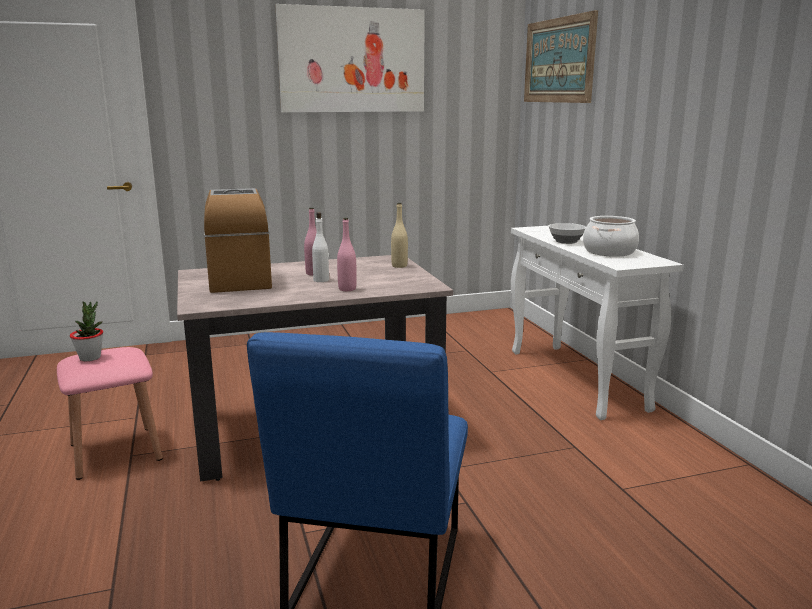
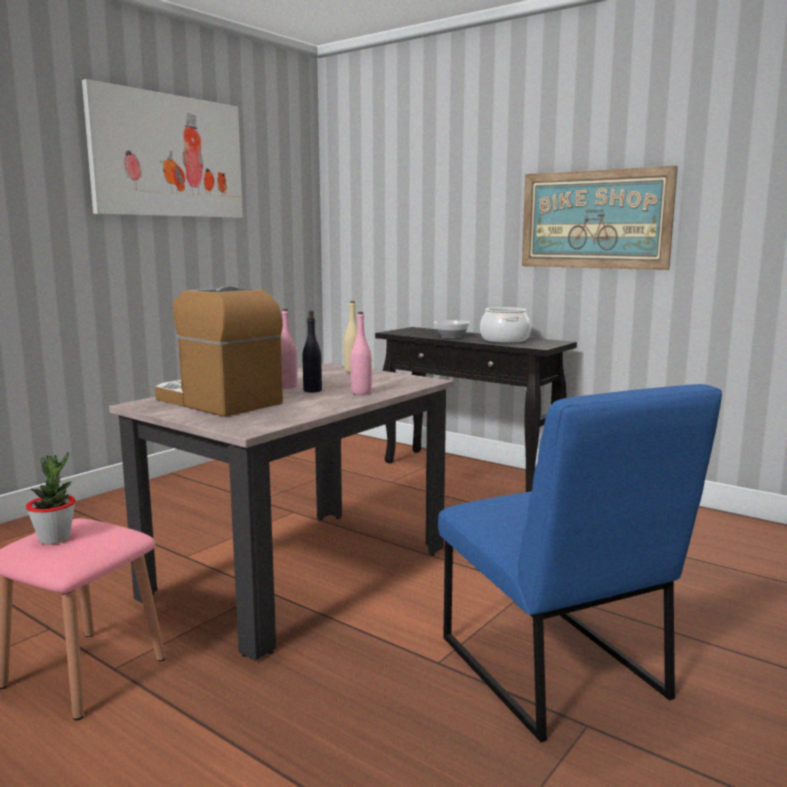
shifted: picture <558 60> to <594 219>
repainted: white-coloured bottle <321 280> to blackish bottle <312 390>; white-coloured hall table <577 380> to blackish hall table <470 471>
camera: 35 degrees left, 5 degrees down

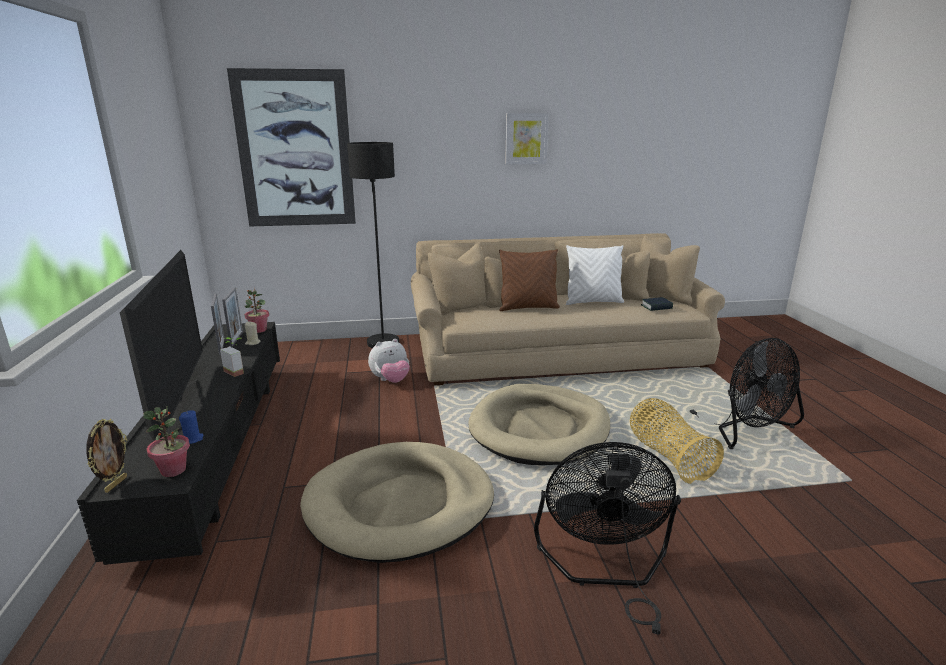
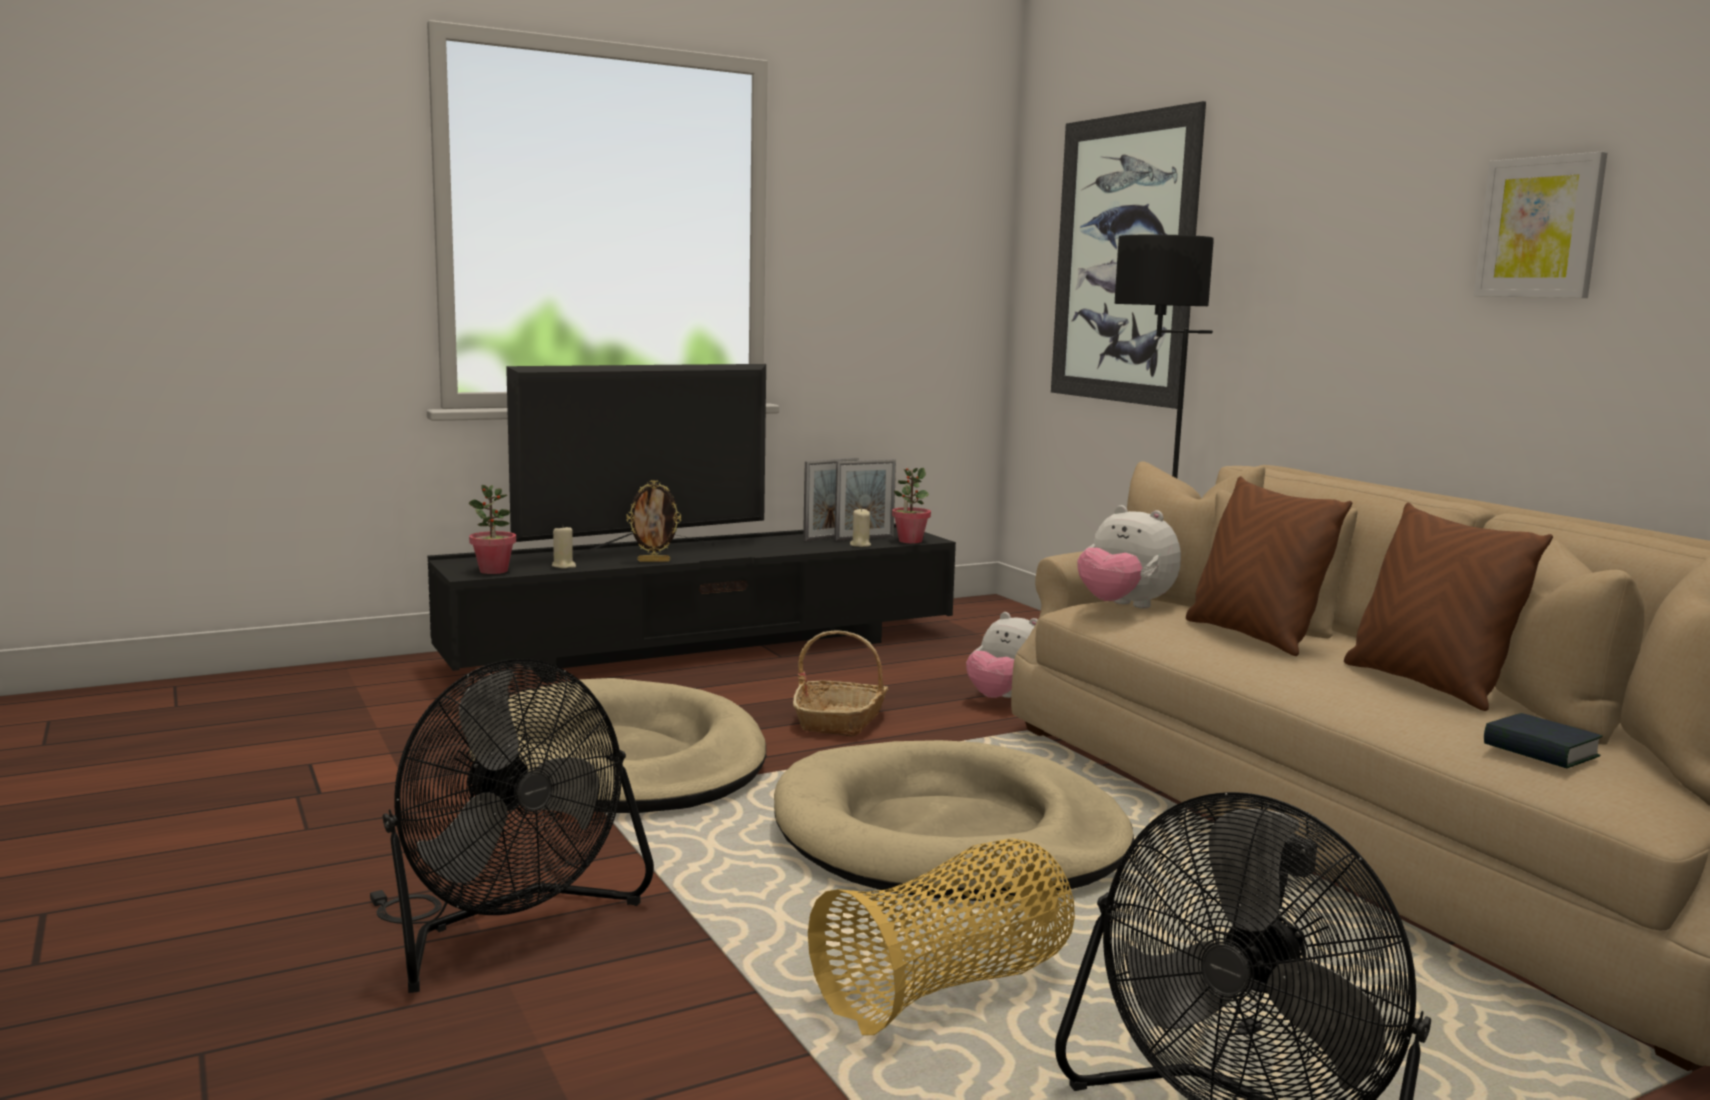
gone: houseplant <237 371>
new: storage basket <841 720>; plush toy <1124 607>
shifted: standing frame <115 484> to <654 561>
repainted: blue wax candle <193 439> to beige wax candle <564 566>; white-coloured throw pillow <593 302> to brown-coloured throw pillow <1427 685>
rotated: blackish electric fan <610 570> = <495 928> 60 degrees clockwise
camera: 70 degrees right, 10 degrees down

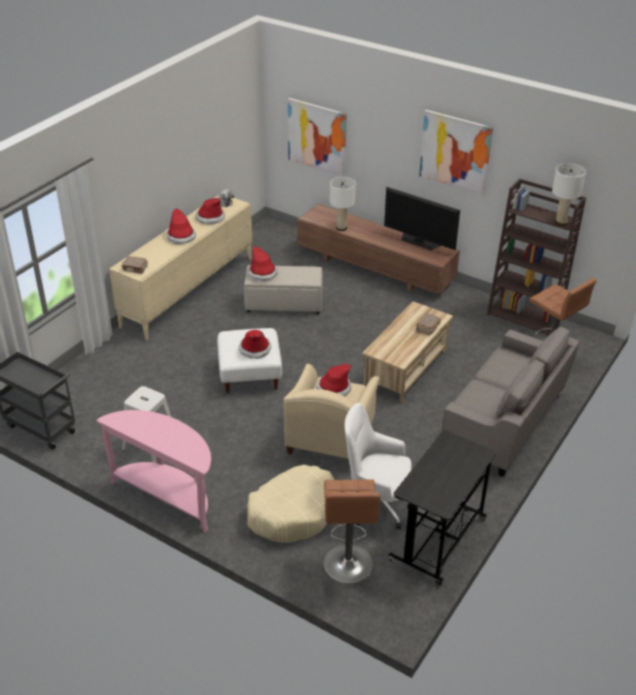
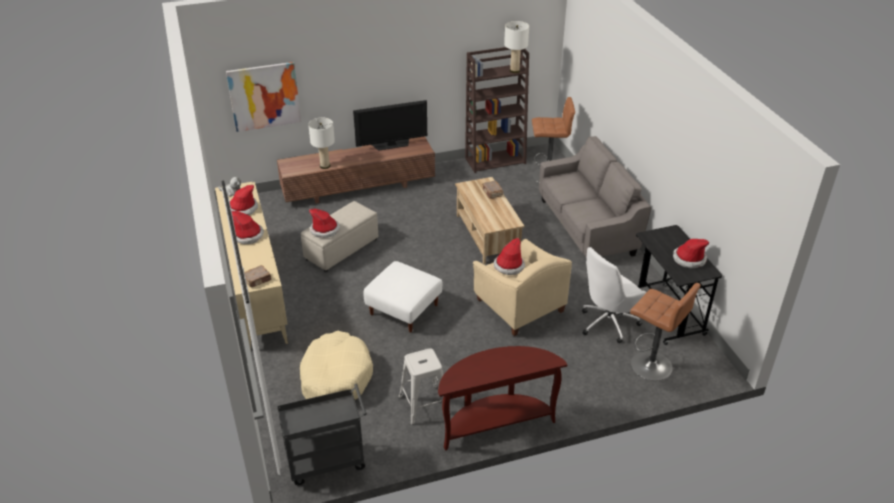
gone: picture <455 152>
shifted: beige dog cushion <293 512> to <335 377>; clothing hat <255 349> to <689 259>
repainted: pink hall table <168 496> to brown-coloured hall table <495 423>
camera: 50 degrees left, 0 degrees up

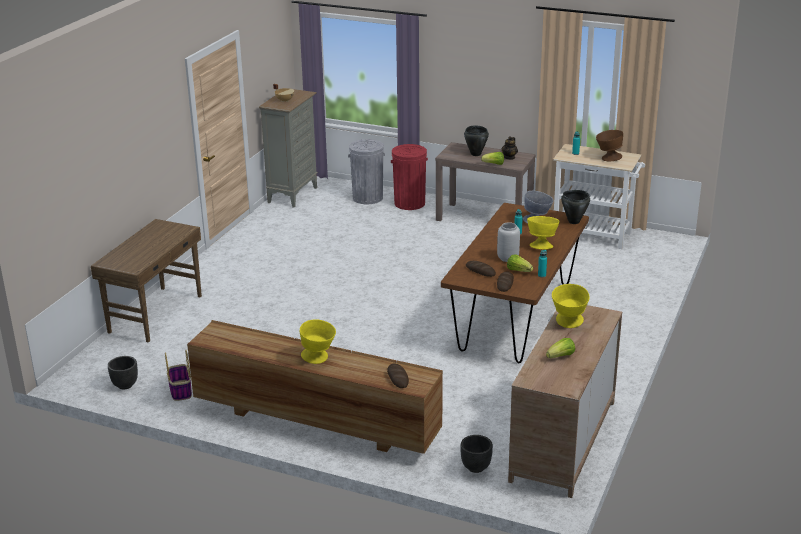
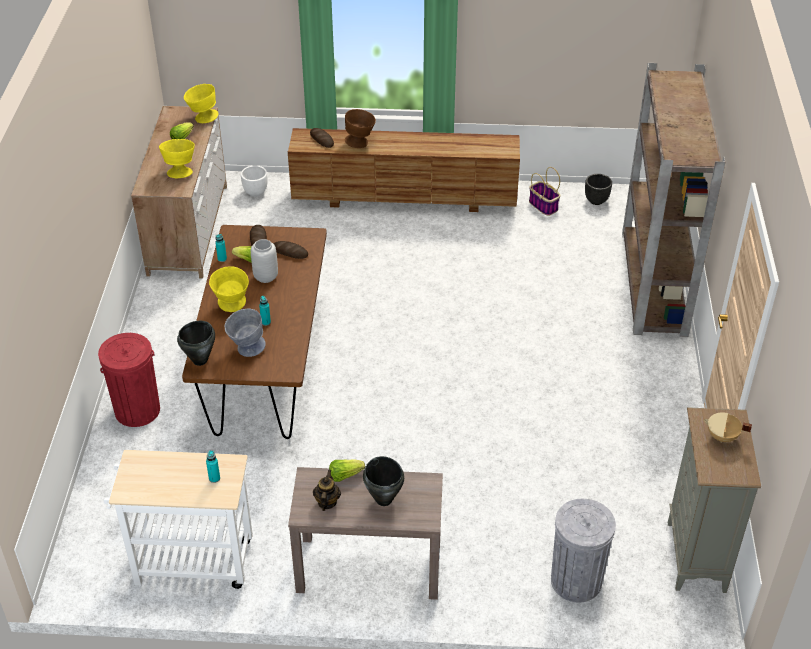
shifted: reddish rubbish bin <409 203> to <137 410>; yellowish bowl <319 358> to <202 118>; brown-coloured bowl <607 158> to <360 142>
swapped: brown-coloured hall table <156 314> to brown-coloured bookcase <653 282>
repainted: blackish planter <475 467> to white-coloured planter <256 192>
camera: 160 degrees right, 15 degrees up

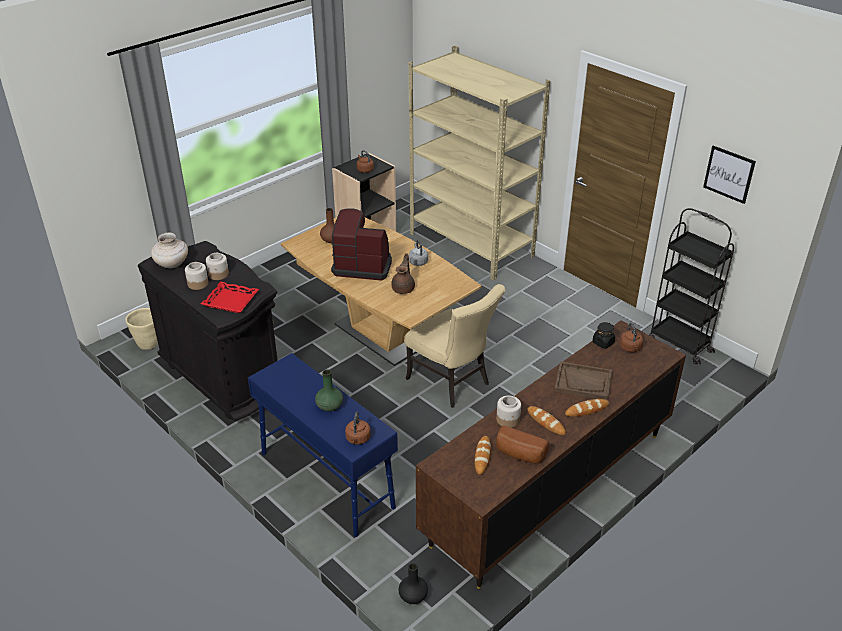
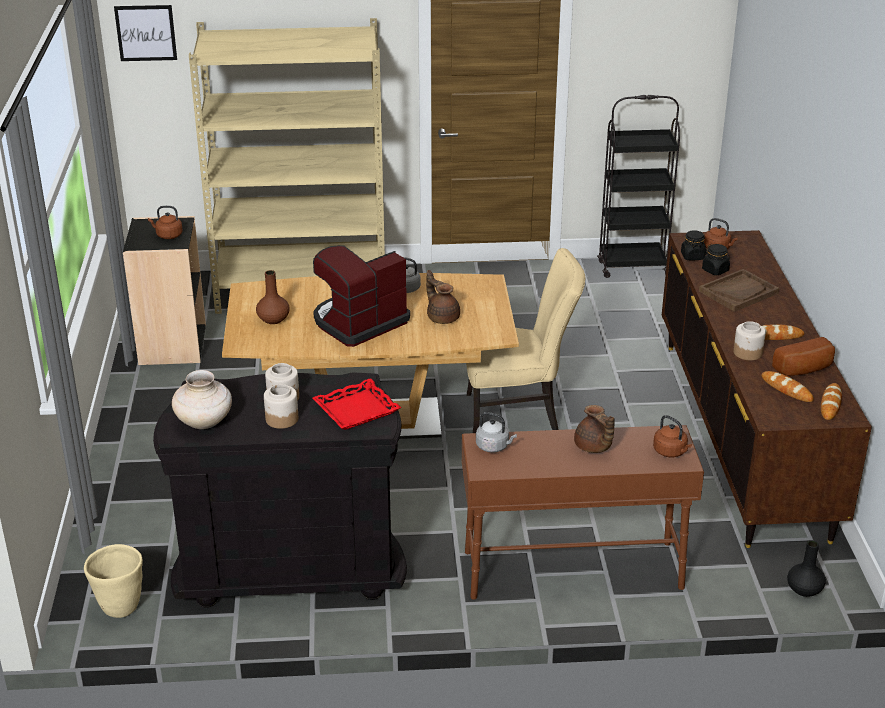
new: gray water kettle <494 446>; blackish jar <715 270>
shifted: picture <729 174> to <146 33>; bakery bread <587 410> to <830 404>
swapped: green decorative vase <329 406> to brown-coloured teapot <593 447>
repainted: blue hall table <327 479> to brown-coloured hall table <572 569>
camera: 50 degrees left, 5 degrees down

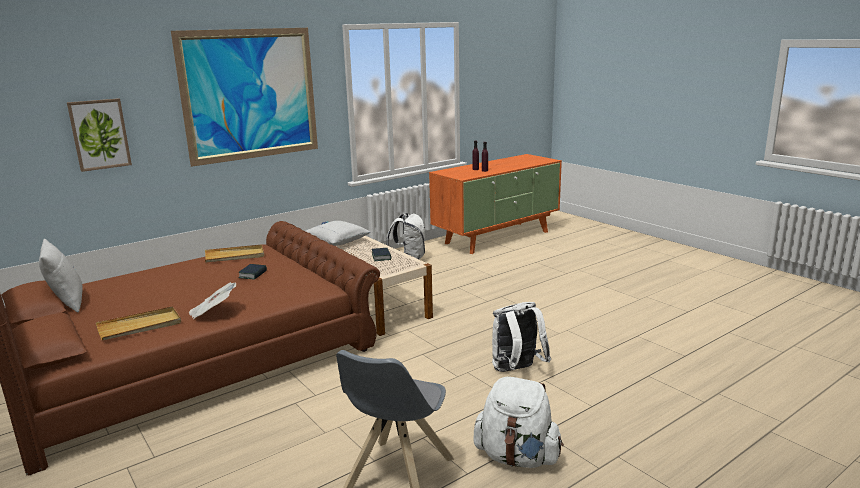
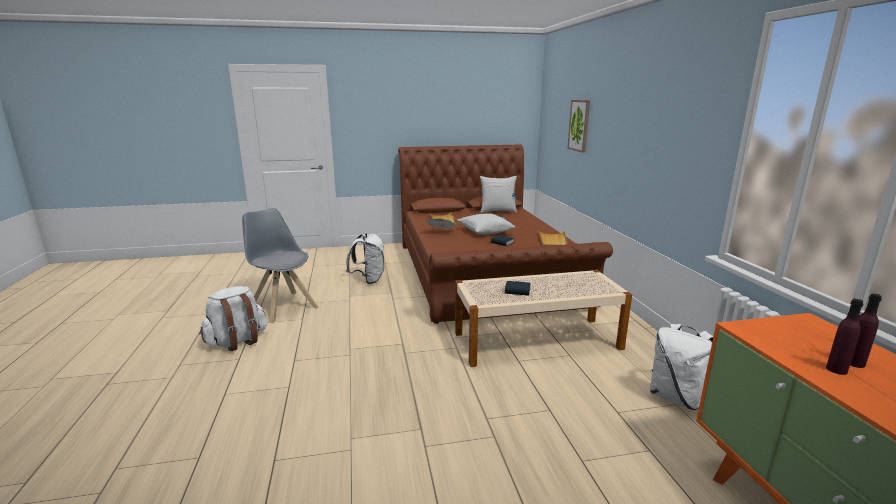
gone: picture <250 95>
shifted: white-coloured knapsack <517 370> to <368 280>; gray throw pillow <336 242> to <485 231>
camera: 115 degrees right, 0 degrees up

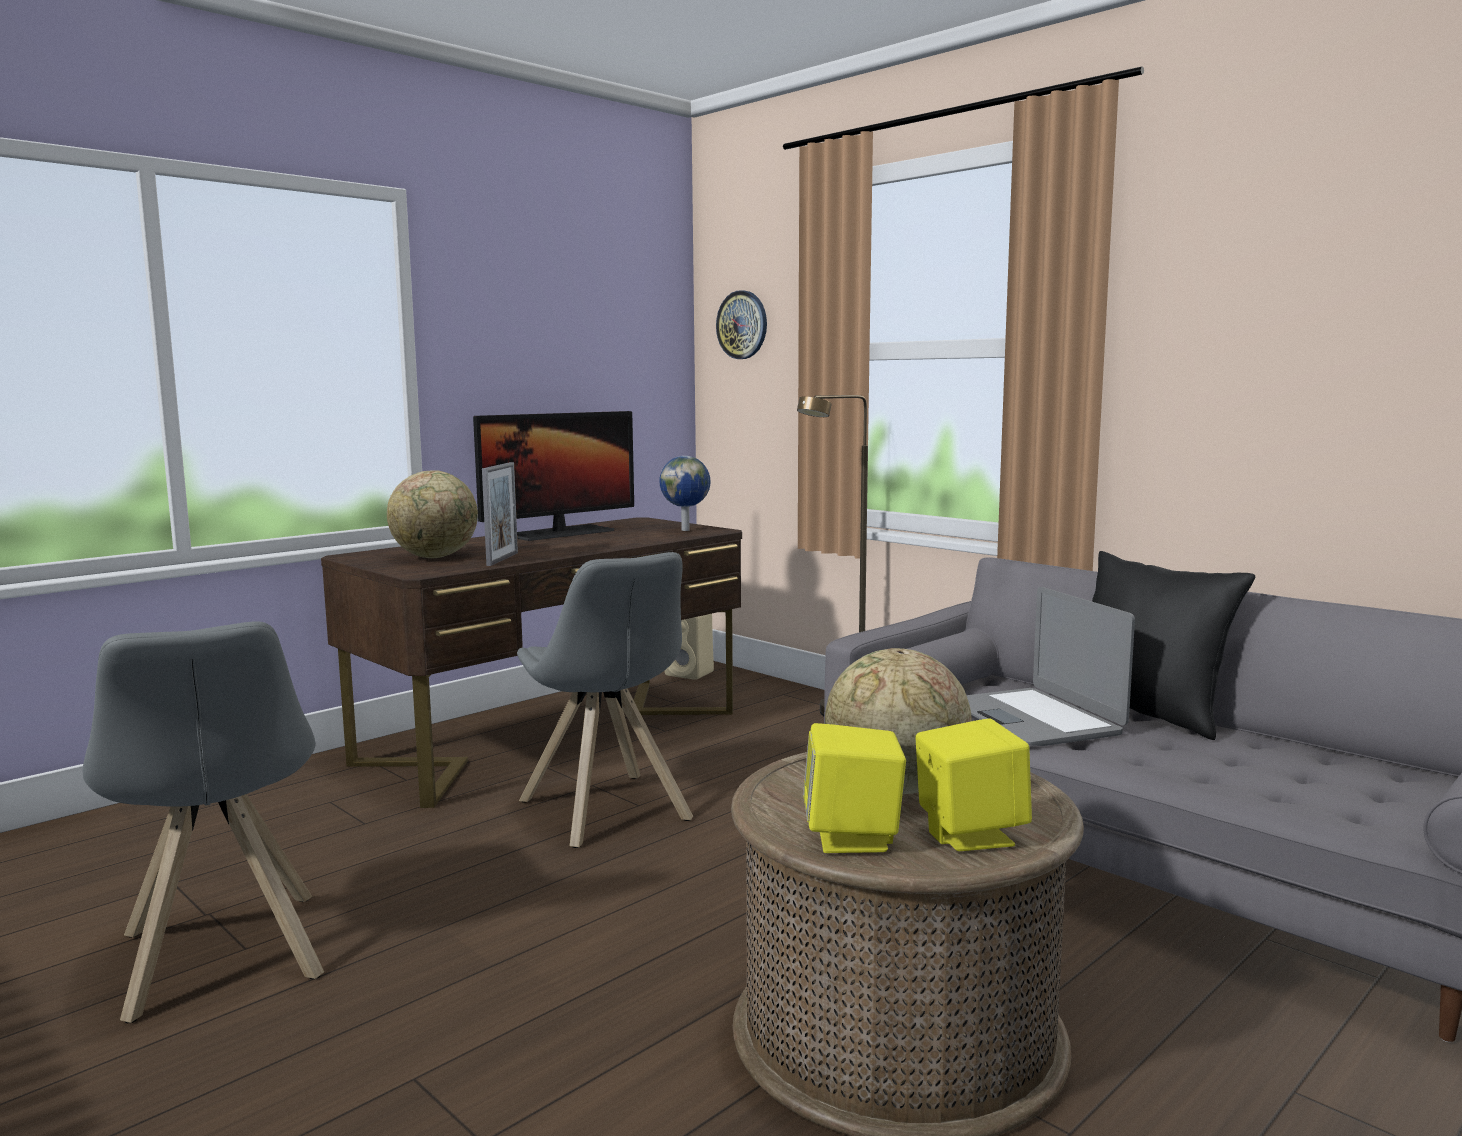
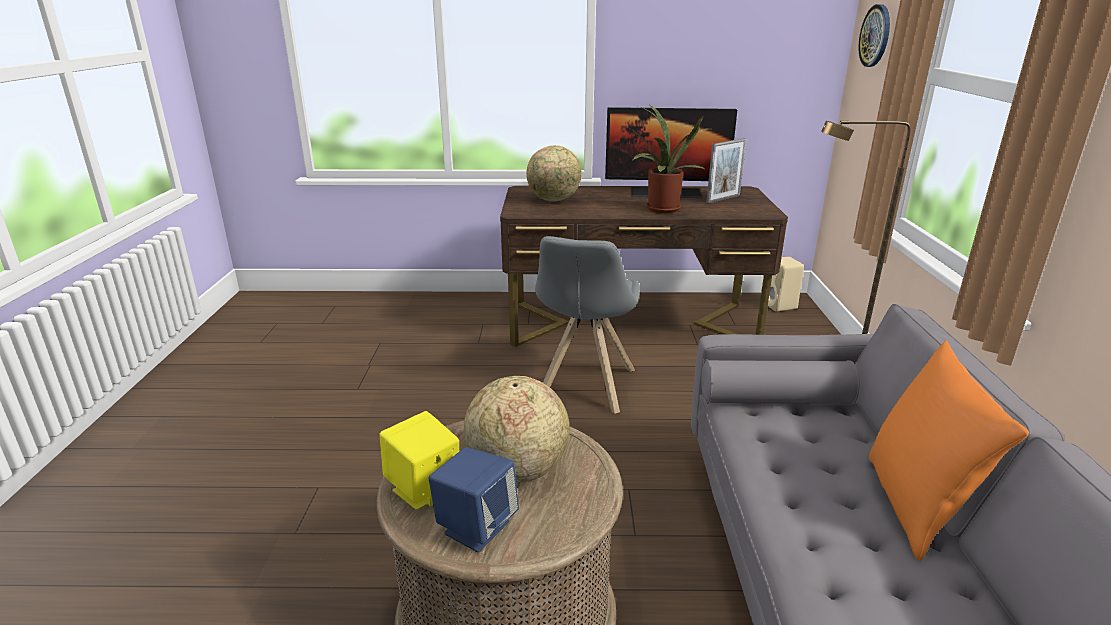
gone: gray plain chair <223 955>; desk globe <686 530>; notebook computer <1034 719>
new: houseplant <660 209>
shifted: standing frame <502 559> to <723 199>
repainted: yellowish audio speaker <969 834> to blue audio speaker <476 527>; blackish throw pillow <1148 715> to orange-coloured throw pillow <915 505>
camera: 45 degrees right, 15 degrees up

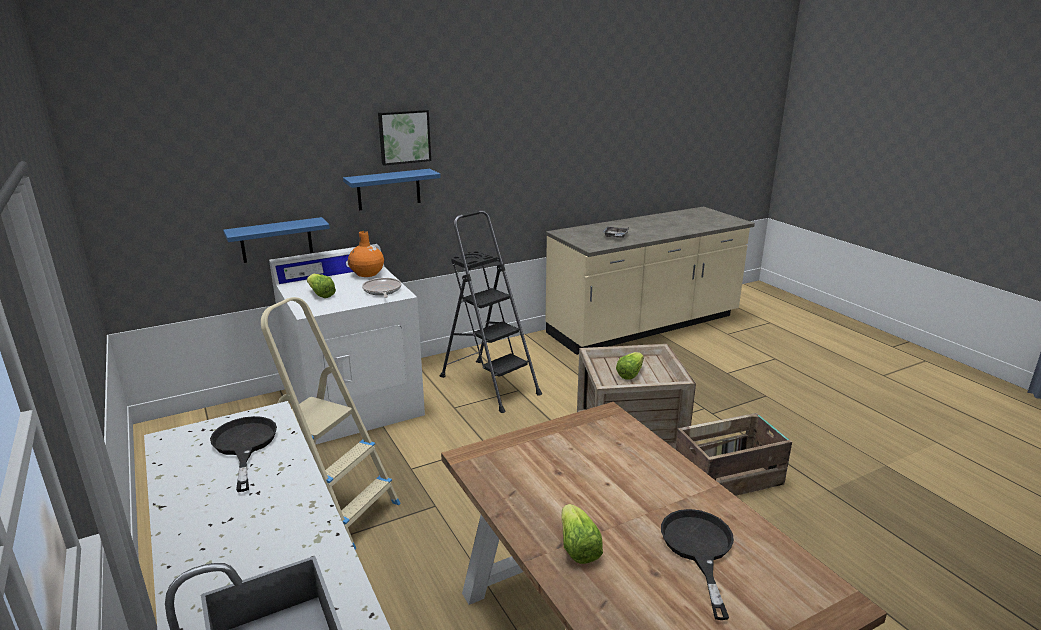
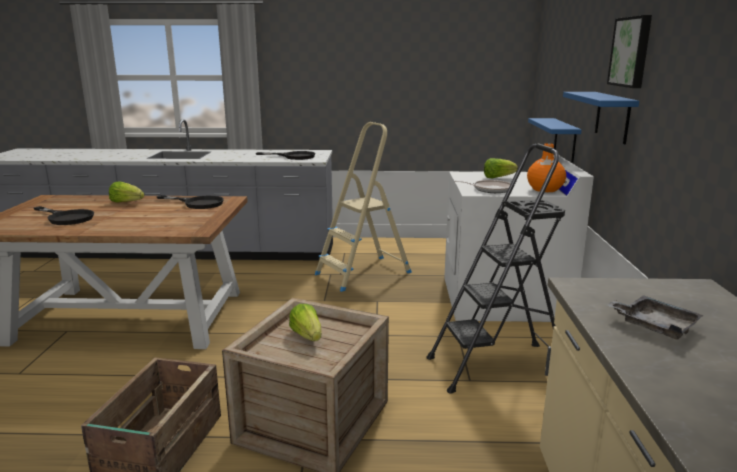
new: blackish frying pan <198 203>
camera: 120 degrees right, 5 degrees down

